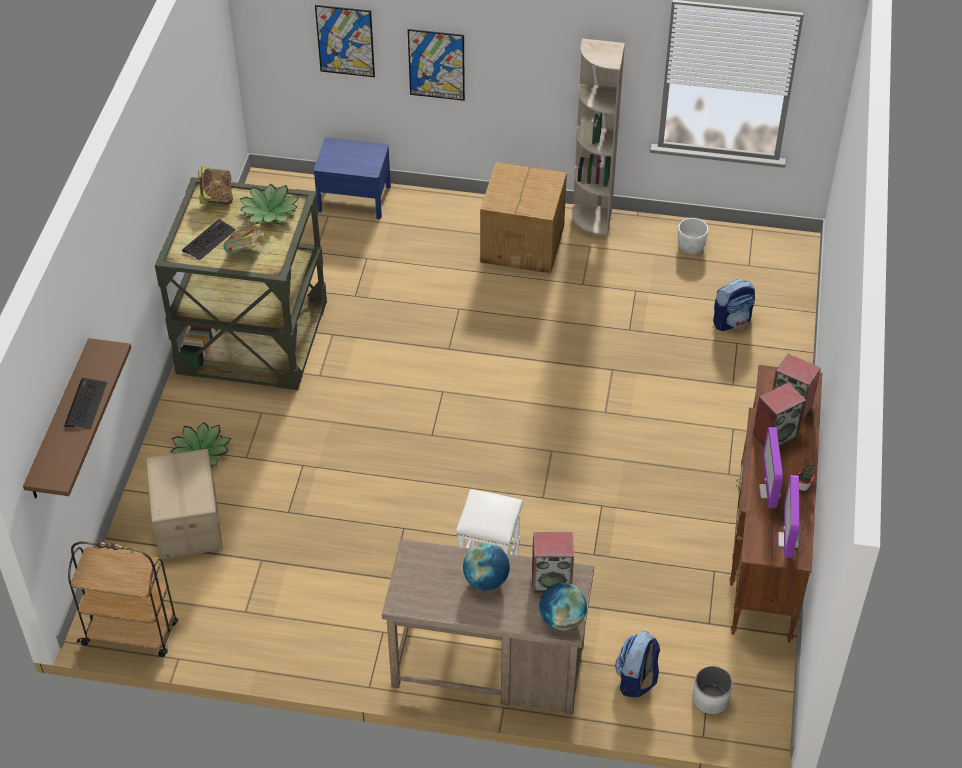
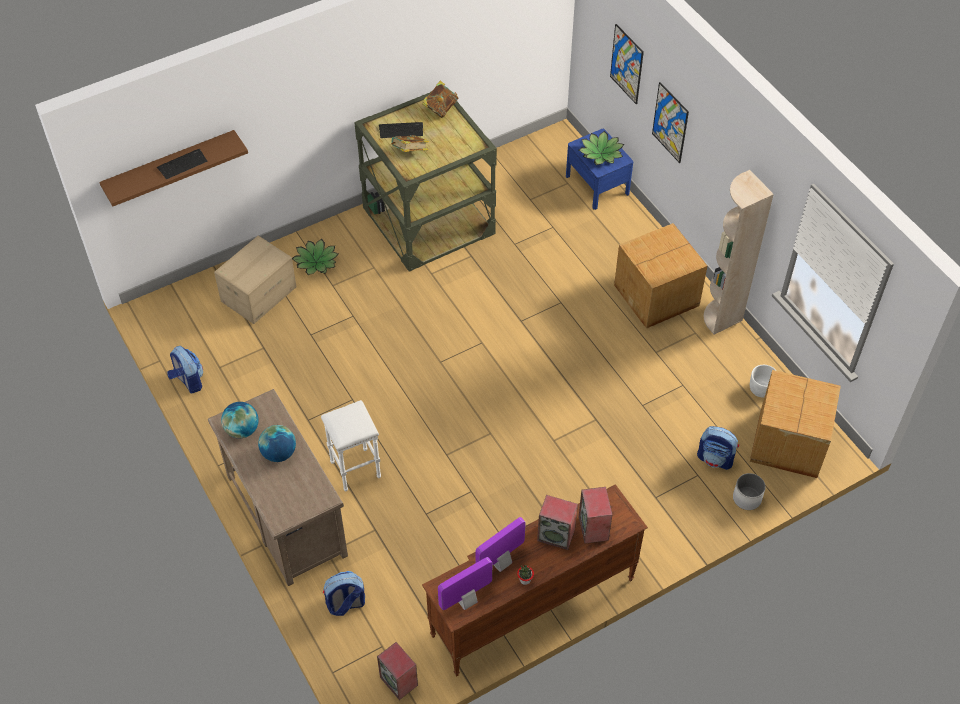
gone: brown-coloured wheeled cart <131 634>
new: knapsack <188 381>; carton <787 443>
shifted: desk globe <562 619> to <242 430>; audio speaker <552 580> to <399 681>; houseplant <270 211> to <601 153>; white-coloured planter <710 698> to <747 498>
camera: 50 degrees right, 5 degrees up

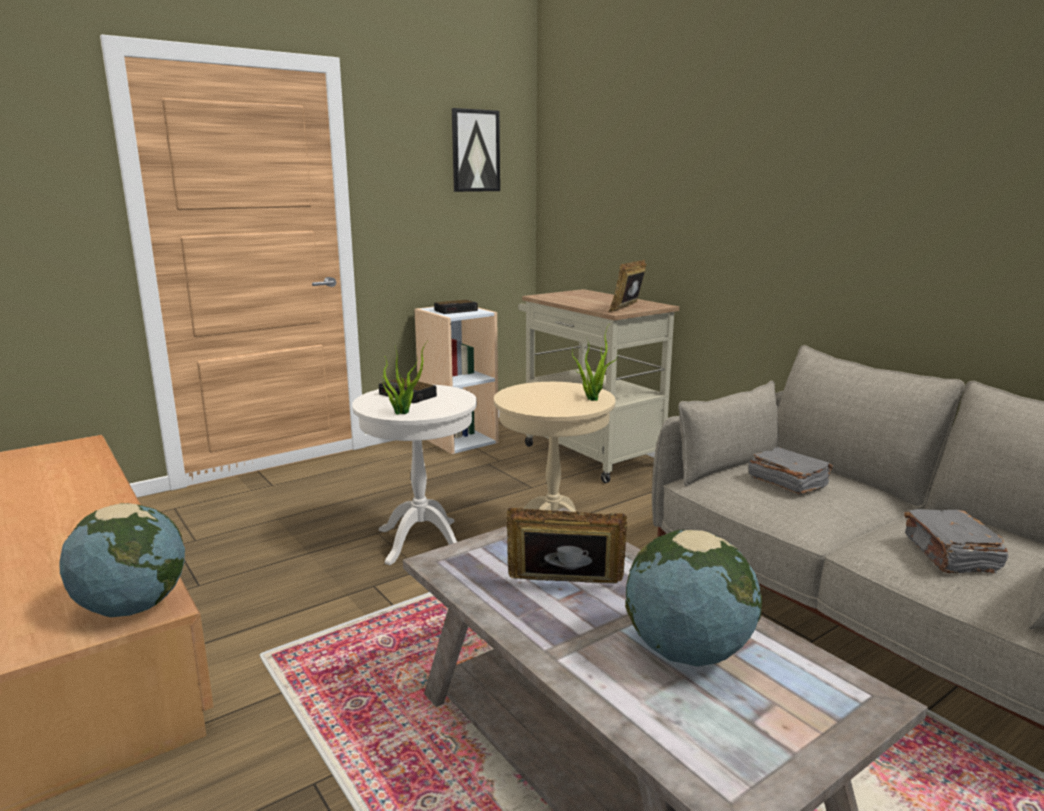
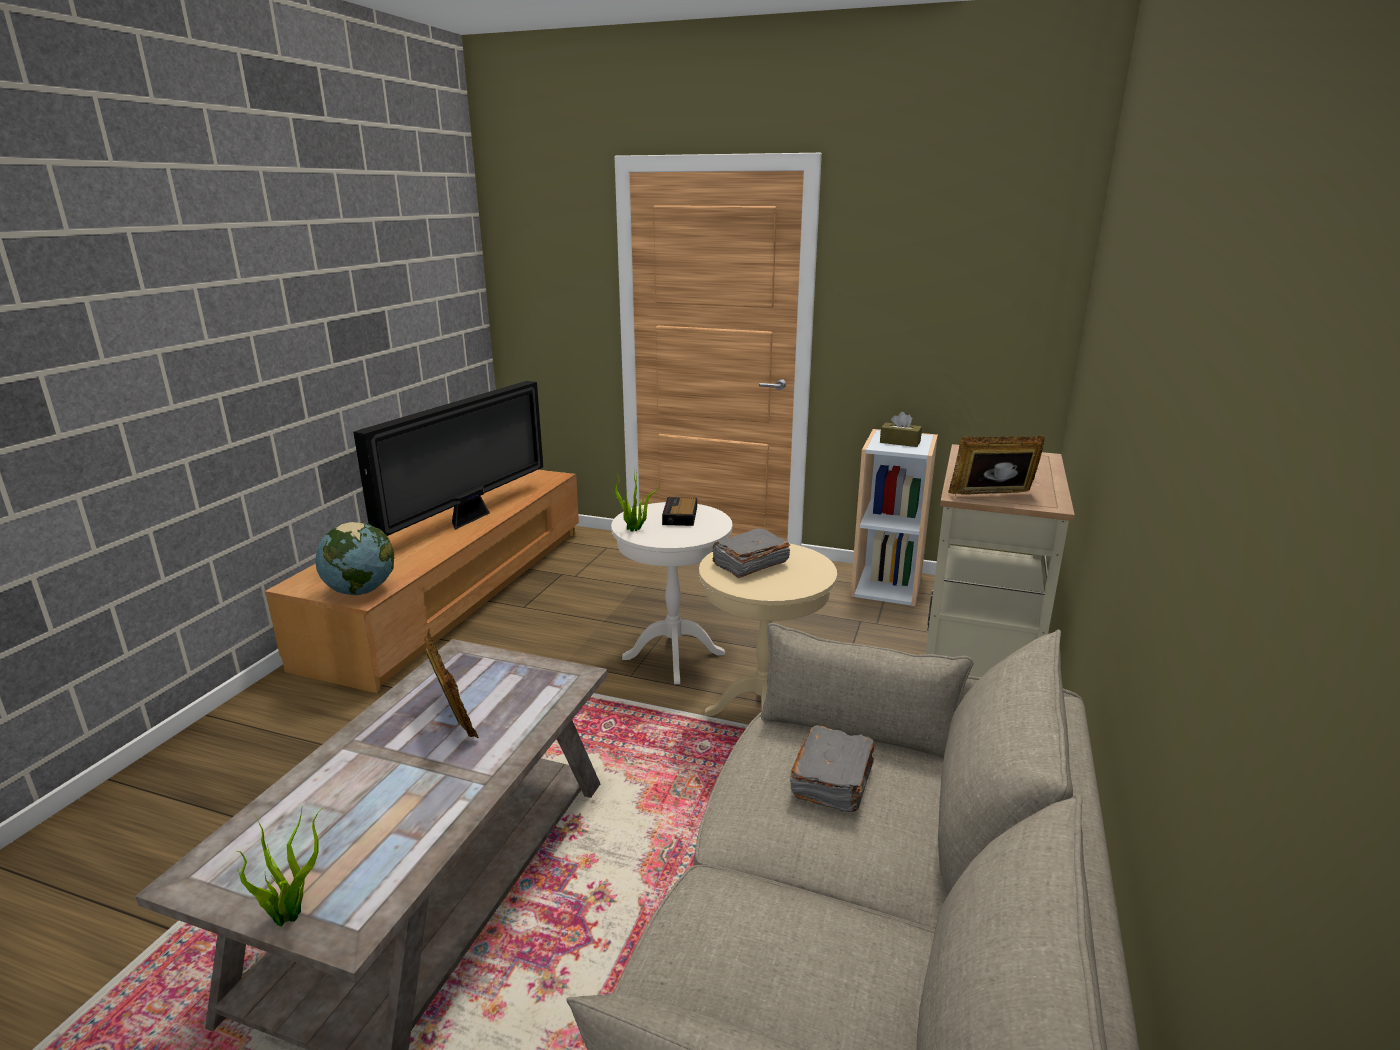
gone: picture <475 151>; desk globe <687 652>
new: television <470 518>
shifted: houseplant <592 398> to <292 914>; gray volume <950 555> to <749 564>
swapped: bedside clock <456 310> to brown-coloured tissue holder <900 442>
camera: 55 degrees right, 5 degrees up

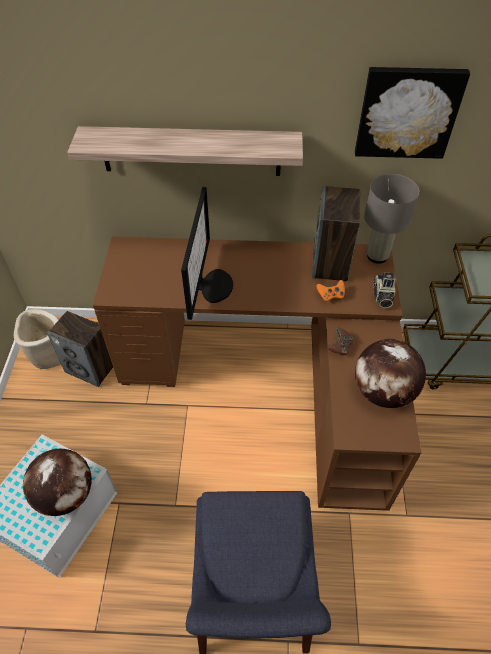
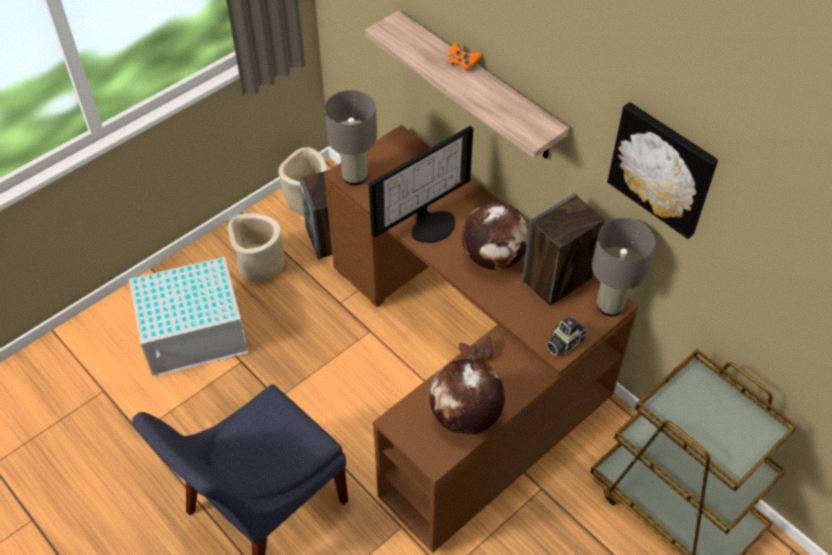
new: beige planter <259 265>; gray lamp for a table <354 177>
shifted: orange-coloured gamepad <330 295> to <462 63>; desk globe <66 494> to <494 257>
camera: 45 degrees right, 0 degrees up

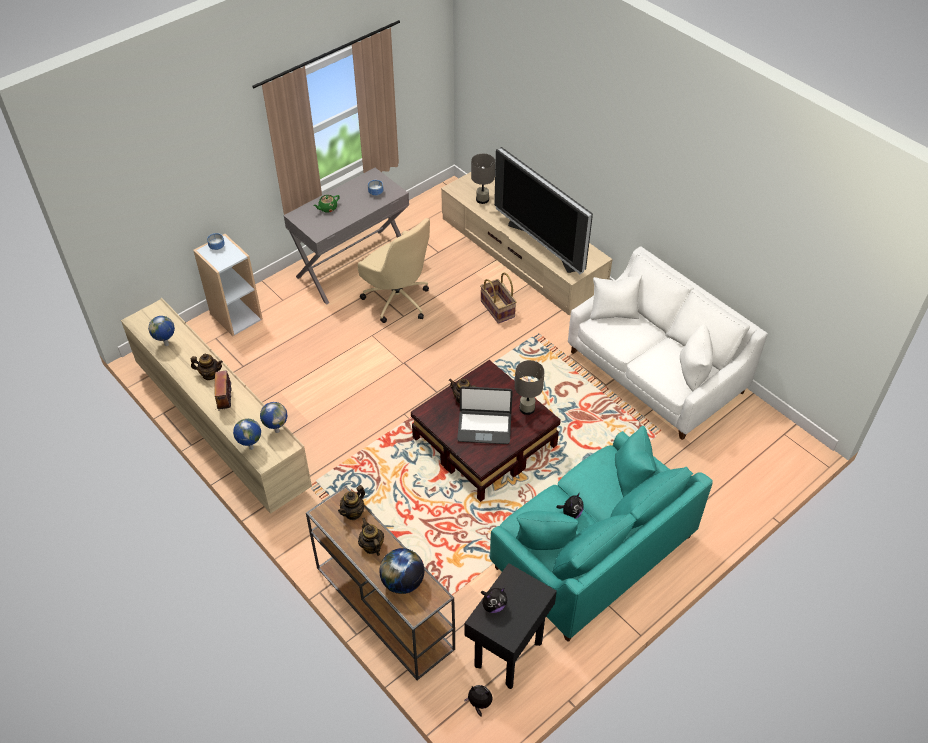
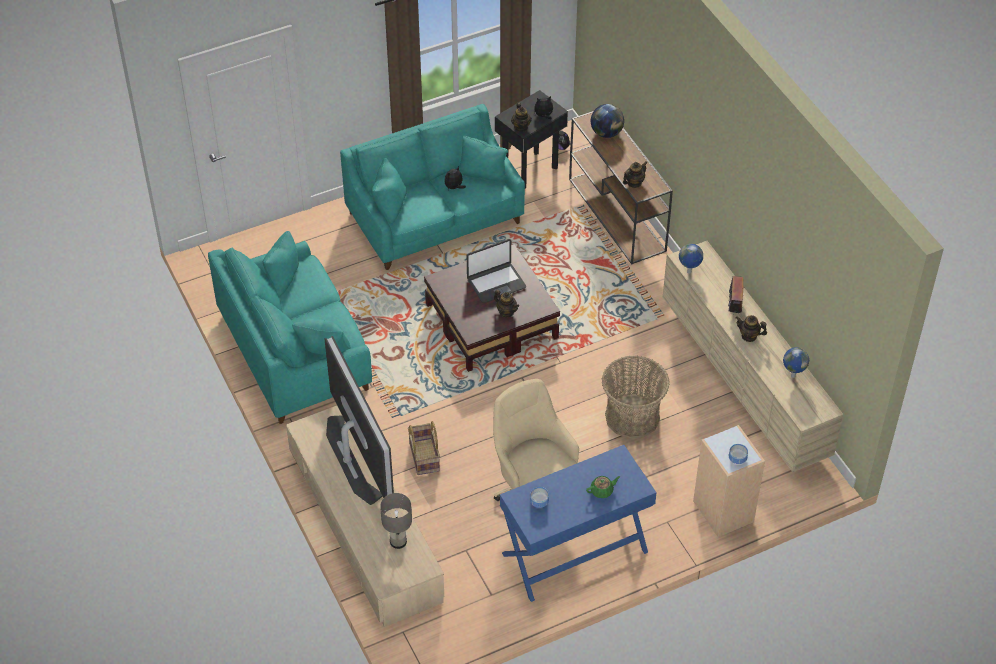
gone: desk globe <250 448>; gray lamp for a table <526 408>
new: storage basket <632 416>
shifted: teapot <372 546> to <521 127>
repainted: white-coloured couch <654 373> to turquoise couch <296 351>; gray desk <353 265> to blue desk <575 553>
rotated: notebook computer <484 427> = <496 283> 135 degrees clockwise
camera: 165 degrees left, 0 degrees up

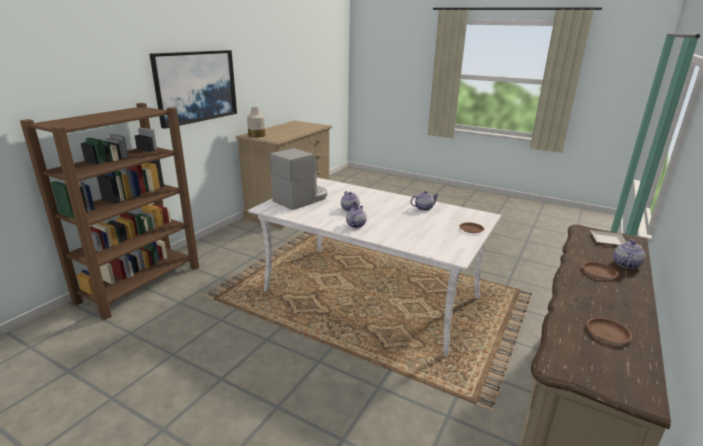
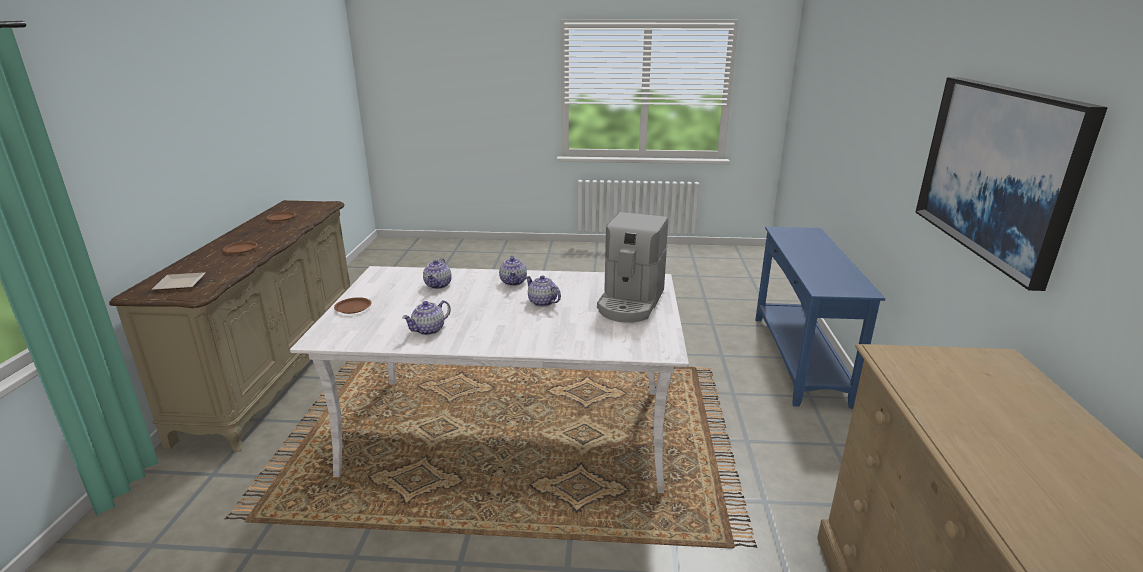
gone: beige decorative vase <257 135>
shifted: teapot <625 264> to <438 285>
swapped: brown-coloured bookcase <140 284> to blue hall table <800 359>
camera: 155 degrees right, 0 degrees up

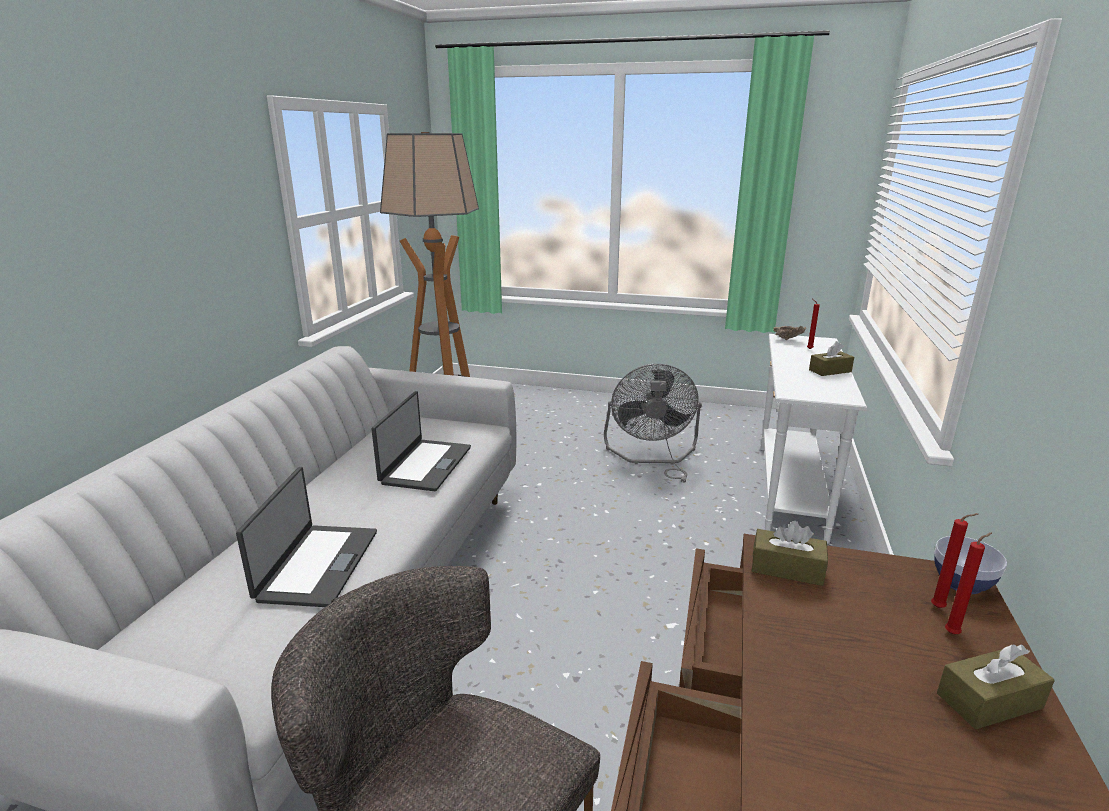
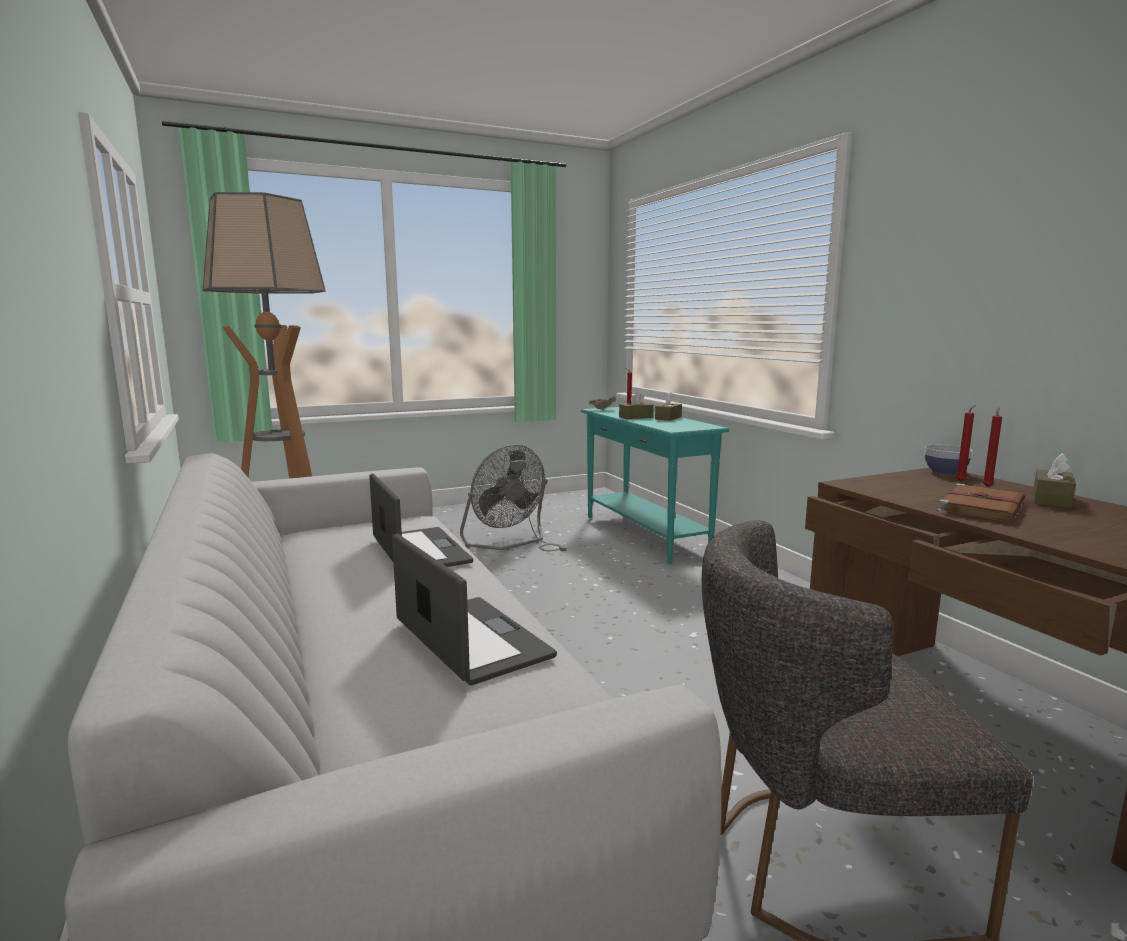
new: brown-coloured volume <981 507>
shifted: brown-coloured tissue holder <787 568> to <635 417>
repainted: white-coloured hall table <792 491> to turquoise hall table <646 535>
camera: 40 degrees left, 10 degrees down

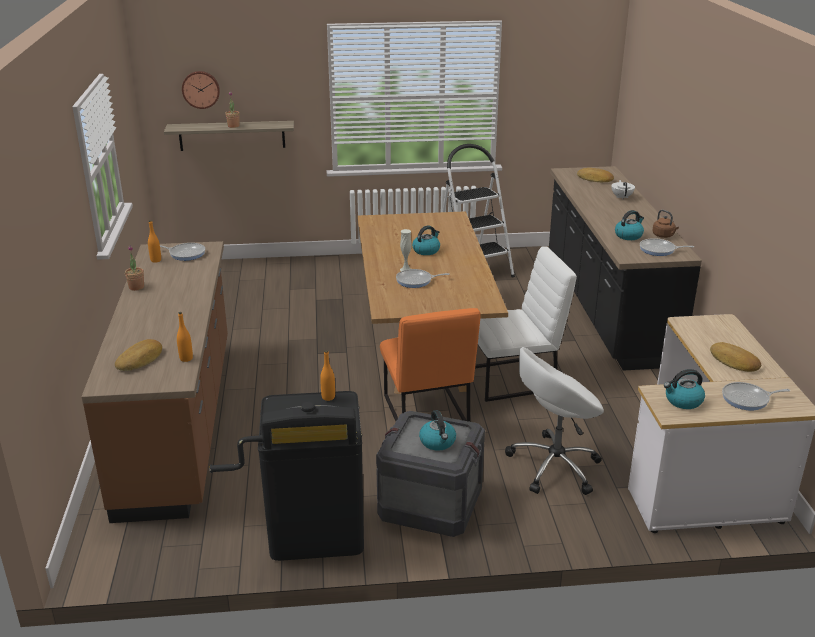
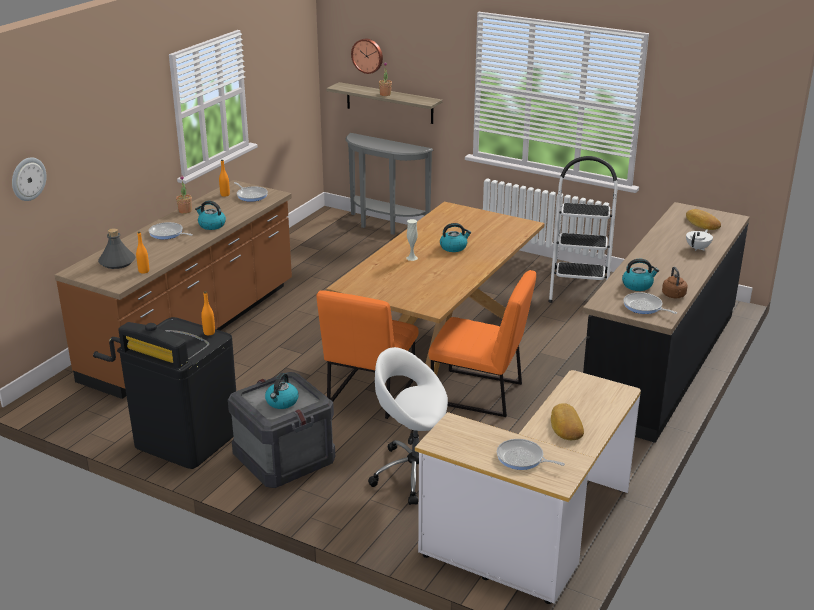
new: clock on the wall <28 179>; gray hall table <384 226>
shifted: frying pan <416 281> to <167 234>; water kettle <683 401> to <211 225>
swapped: bakery bread <140 359> to gray bottle <117 262>
repainted: white-coloured plain chair <513 379> to orange-coloured plain chair <479 393>
camera: 35 degrees right, 0 degrees up

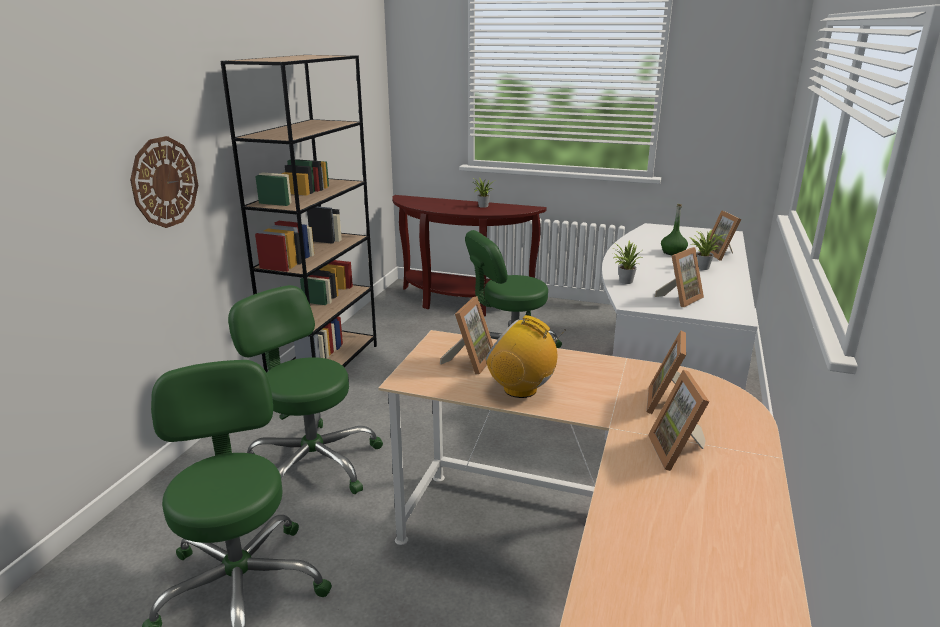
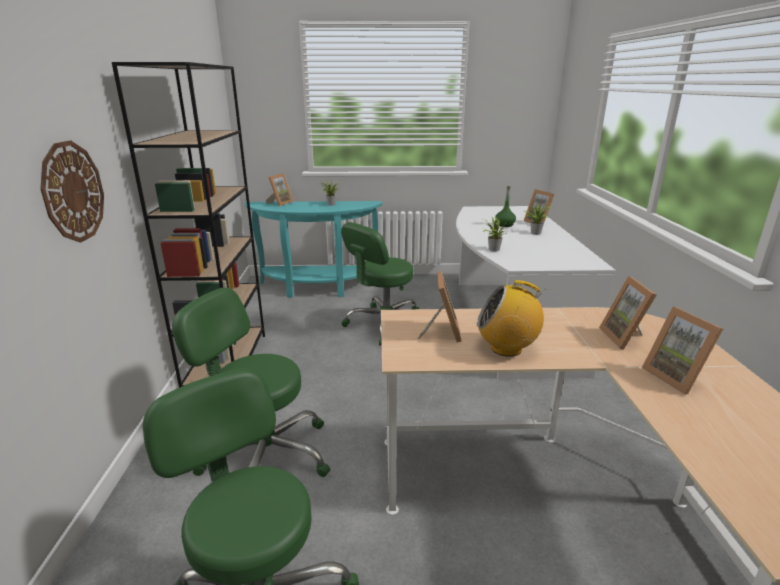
shifted: standing frame <680 299> to <280 203>
repainted: brown-coloured hall table <461 302> to turquoise hall table <317 288>
camera: 20 degrees left, 0 degrees up

